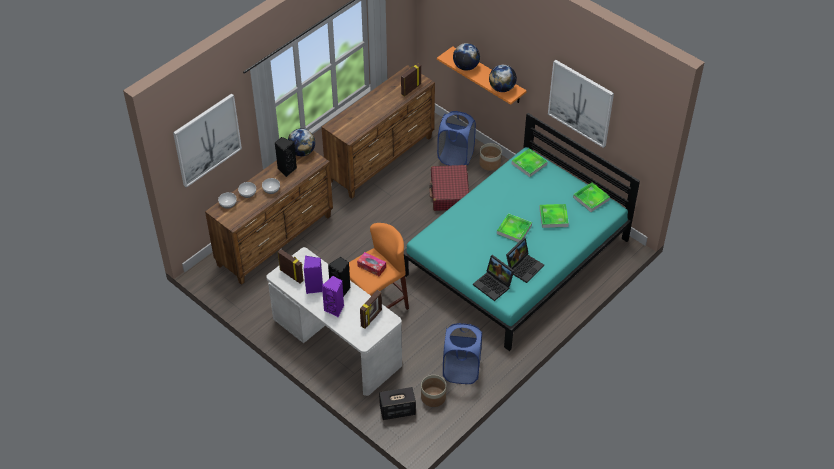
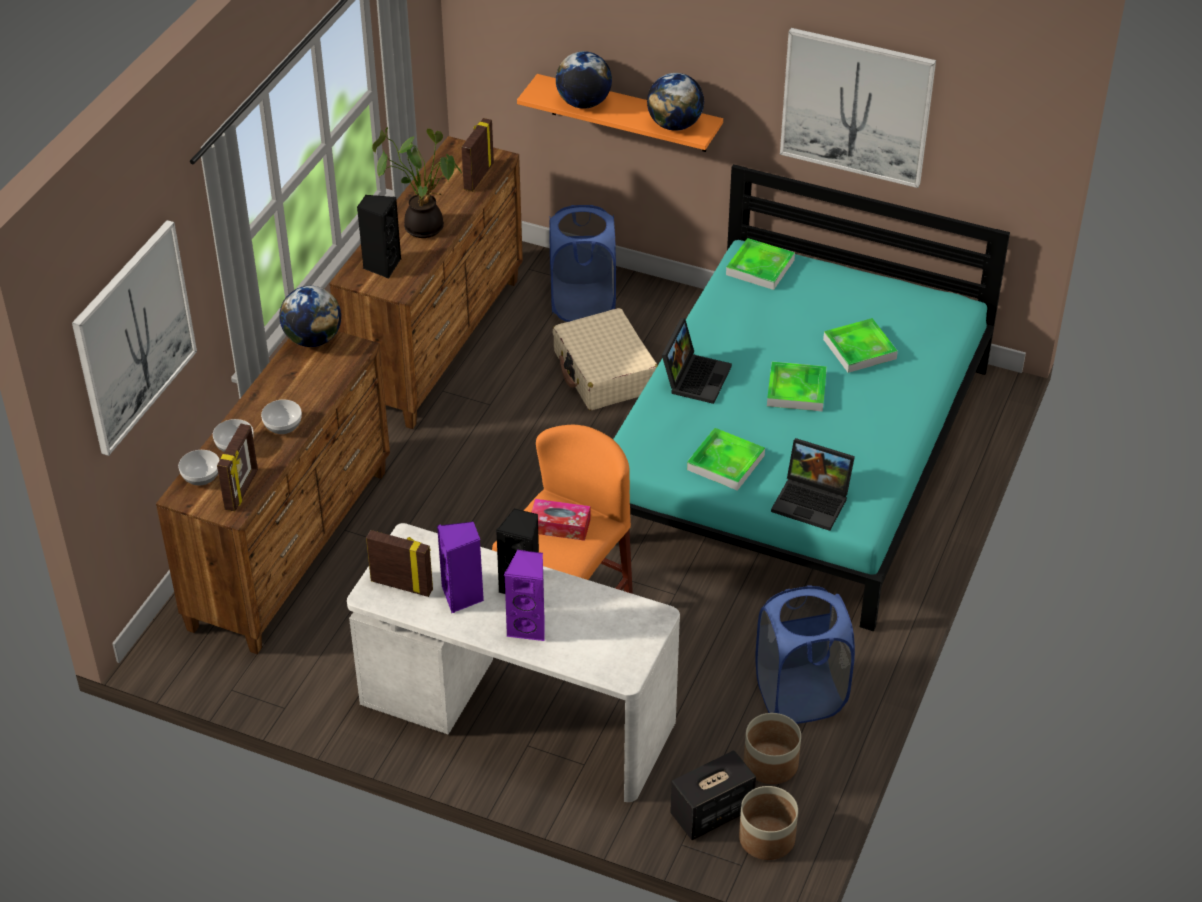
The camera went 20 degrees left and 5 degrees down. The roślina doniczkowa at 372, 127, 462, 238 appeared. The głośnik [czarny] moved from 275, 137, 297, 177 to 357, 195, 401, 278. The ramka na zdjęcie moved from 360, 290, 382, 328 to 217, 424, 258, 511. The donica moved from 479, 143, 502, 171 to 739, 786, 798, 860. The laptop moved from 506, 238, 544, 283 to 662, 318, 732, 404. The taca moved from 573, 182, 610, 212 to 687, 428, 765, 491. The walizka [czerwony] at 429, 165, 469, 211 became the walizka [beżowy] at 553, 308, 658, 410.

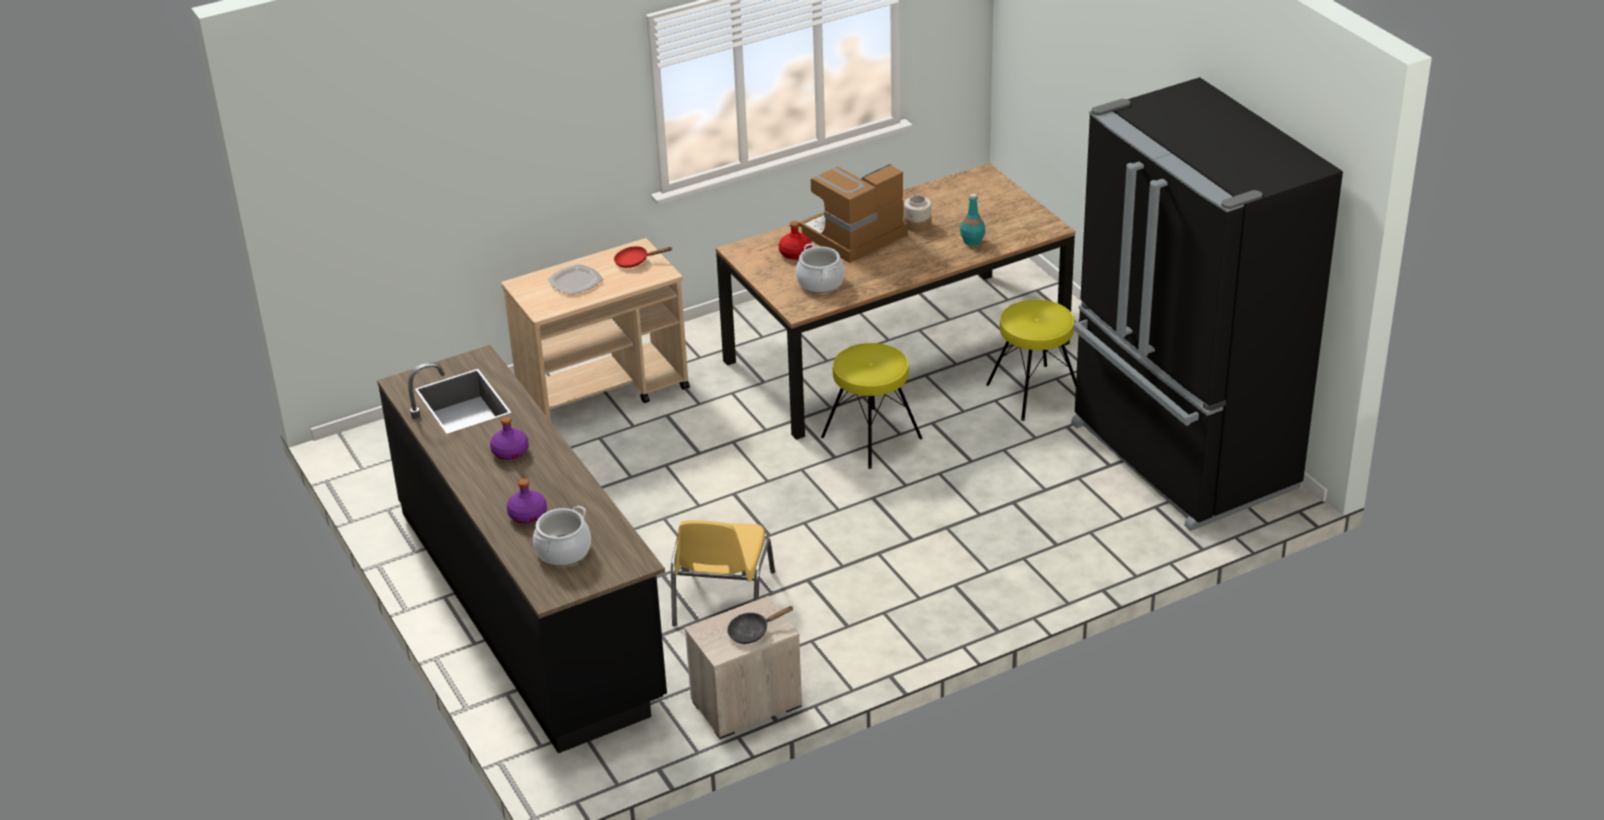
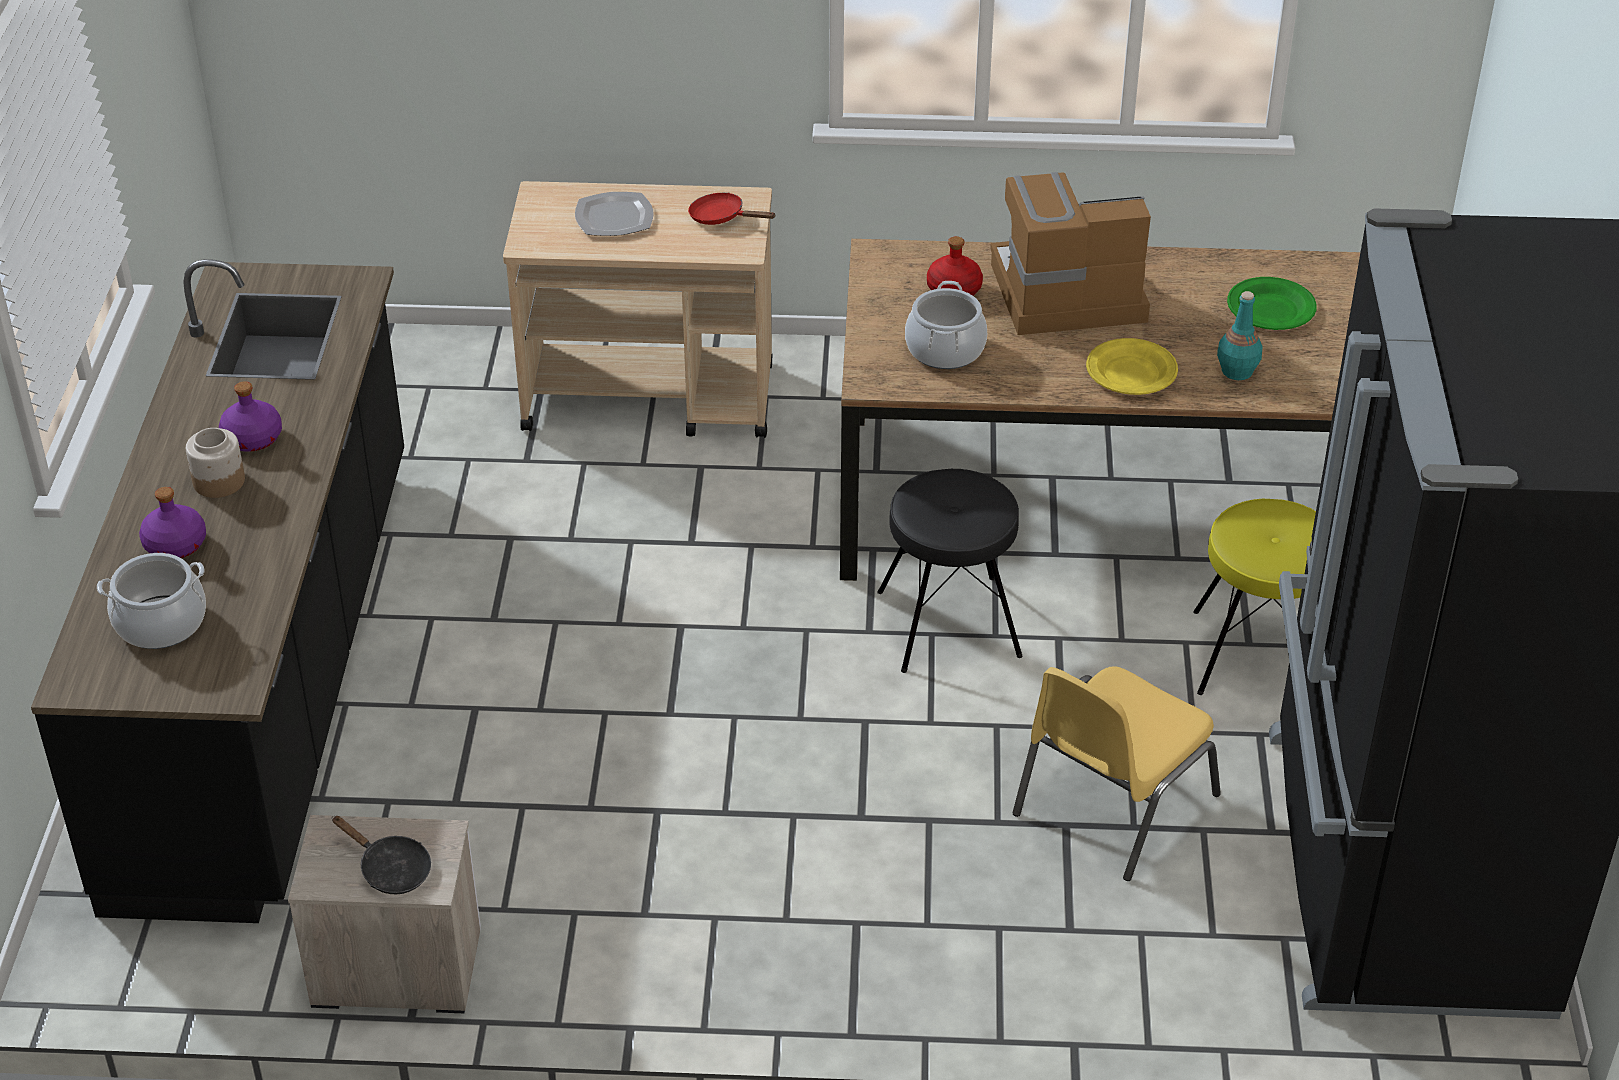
The camera went 30 degrees right and 5 degrees up. The talerz [żółty] at 1086, 338, 1178, 395 appeared. The talerz [zielony] at 1227, 277, 1317, 330 appeared. The krzesło [żółty] moved from 671, 520, 775, 626 to 1013, 666, 1221, 881. The słoik moved from 904, 195, 931, 232 to 186, 428, 245, 498. The stołek [żółty] at 821, 343, 923, 469 became the stołek [czarny] at 877, 469, 1023, 673. The patelnia [czarny] at 727, 606, 794, 644 turned 150 degrees counterclockwise.

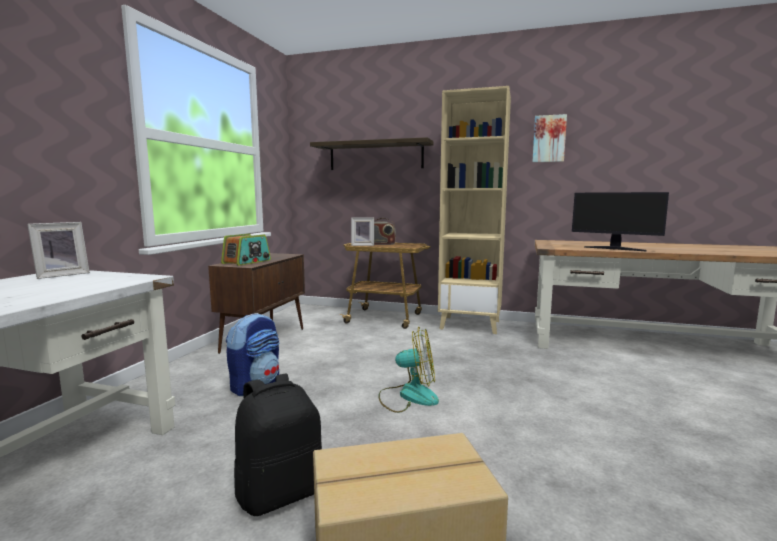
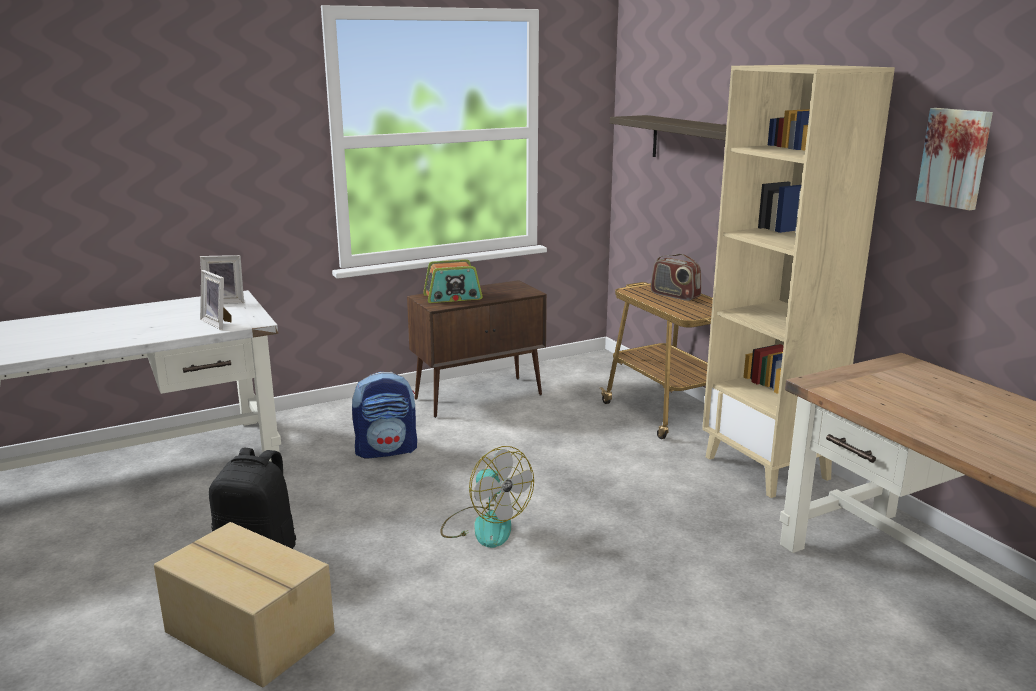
The camera went 45 degrees right and 10 degrees up. The monitor at 572, 192, 669, 251 disappeared. The ramka na zdjęcie moved from 351, 217, 374, 246 to 200, 270, 231, 329.

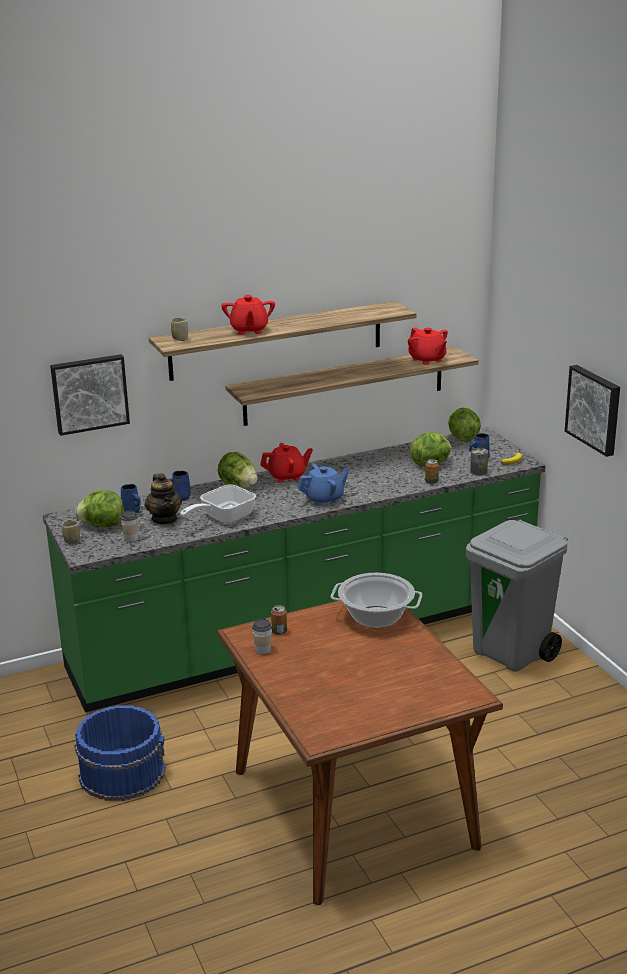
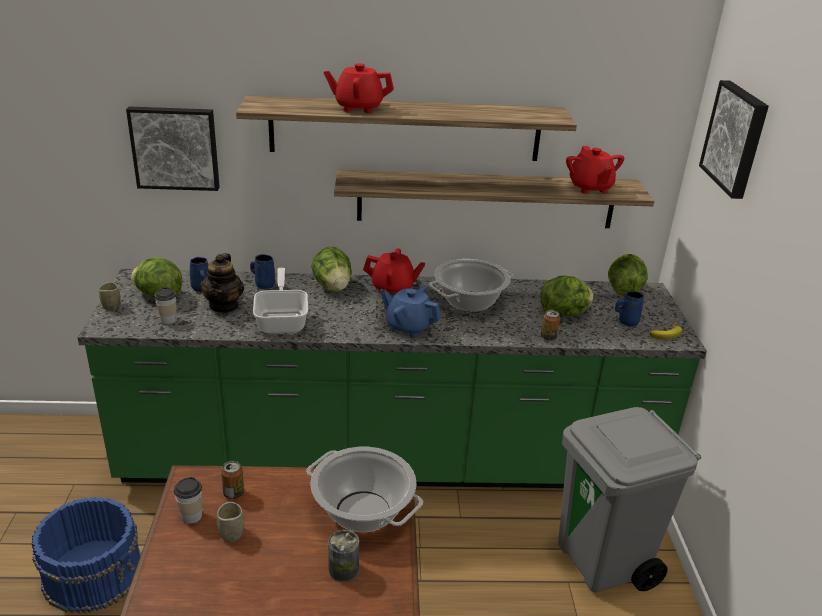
The camera went 20 degrees right and 5 degrees up. The garnek at 429, 259, 513, 312 appeared. The filiżanka moved from 171, 318, 188, 341 to 217, 502, 244, 542. The puszka moved from 470, 448, 488, 476 to 328, 530, 359, 582. The obraz moved from 565, 365, 620, 457 to 699, 80, 769, 199. The patelnia at 181, 485, 256, 523 turned 105 degrees clockwise. The imbryk [czerwony] at 221, 295, 275, 335 turned 75 degrees clockwise. The imbryk [niebieski] at 298, 464, 350, 506 turned 150 degrees counterclockwise.

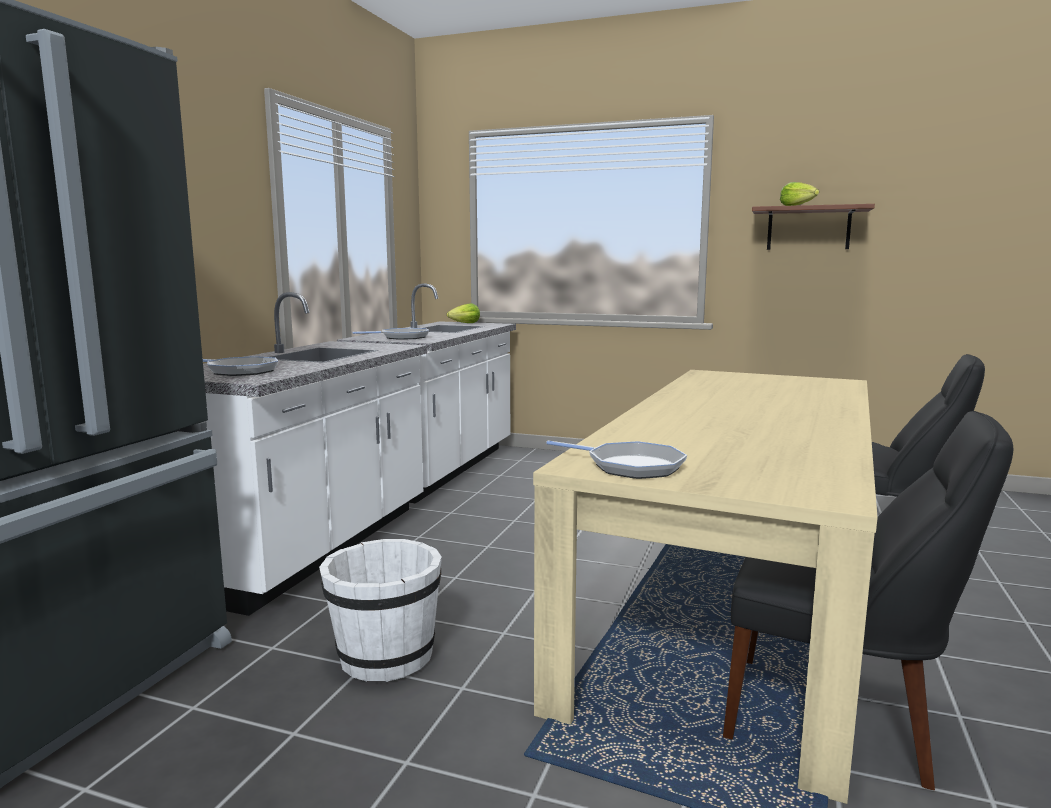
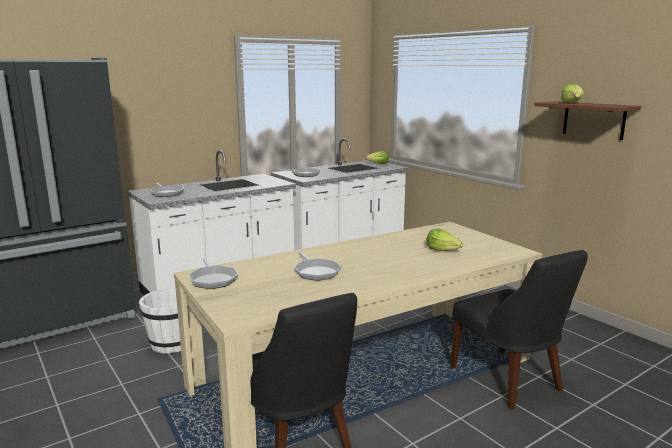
The camera went 35 degrees right and 5 degrees up. The patelnia at 294, 252, 342, 281 appeared. The sałata at 426, 229, 463, 251 appeared.

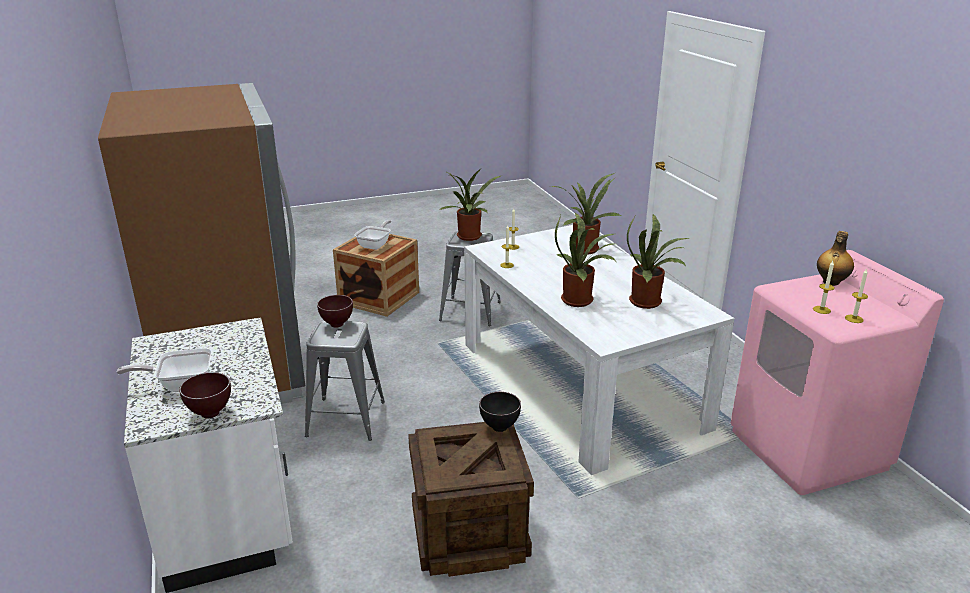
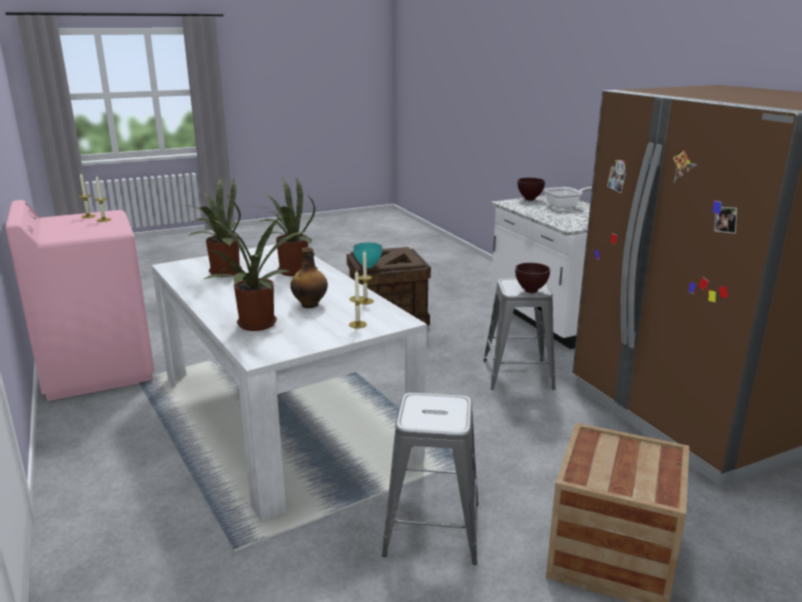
The camera went 175 degrees right and 5 degrees down. The patelnia at 354, 220, 391, 250 disappeared. The roślina doniczkowa at 438, 169, 501, 241 disappeared. The butelka moved from 817, 231, 854, 286 to 290, 247, 328, 308. The miska [czarny] at 479, 392, 521, 432 became the miska [turkusowy] at 353, 243, 382, 268.

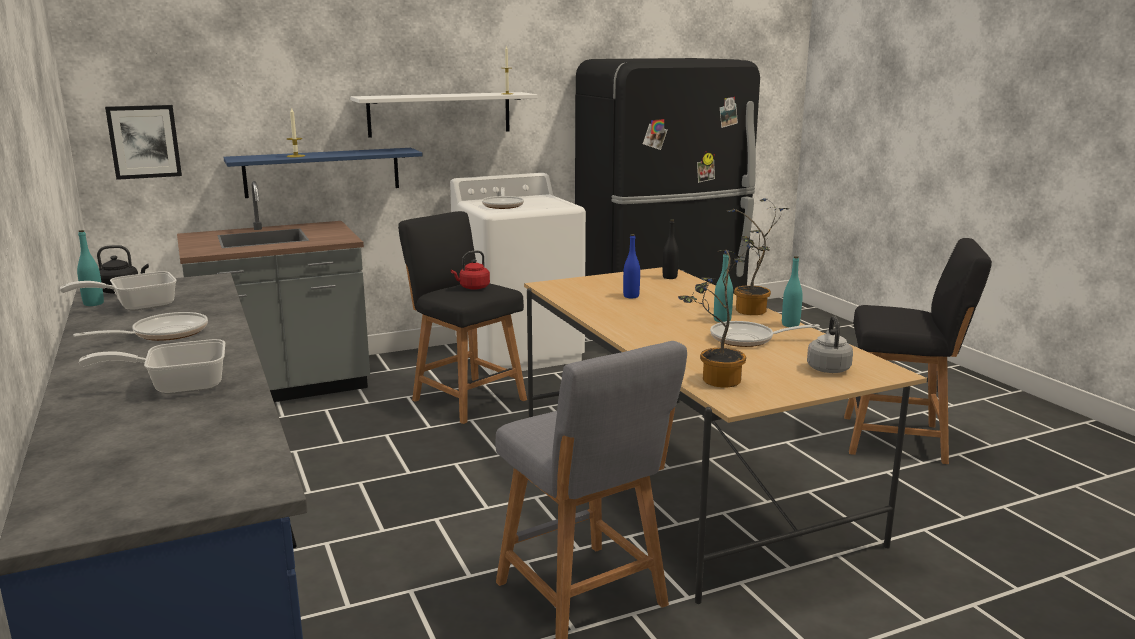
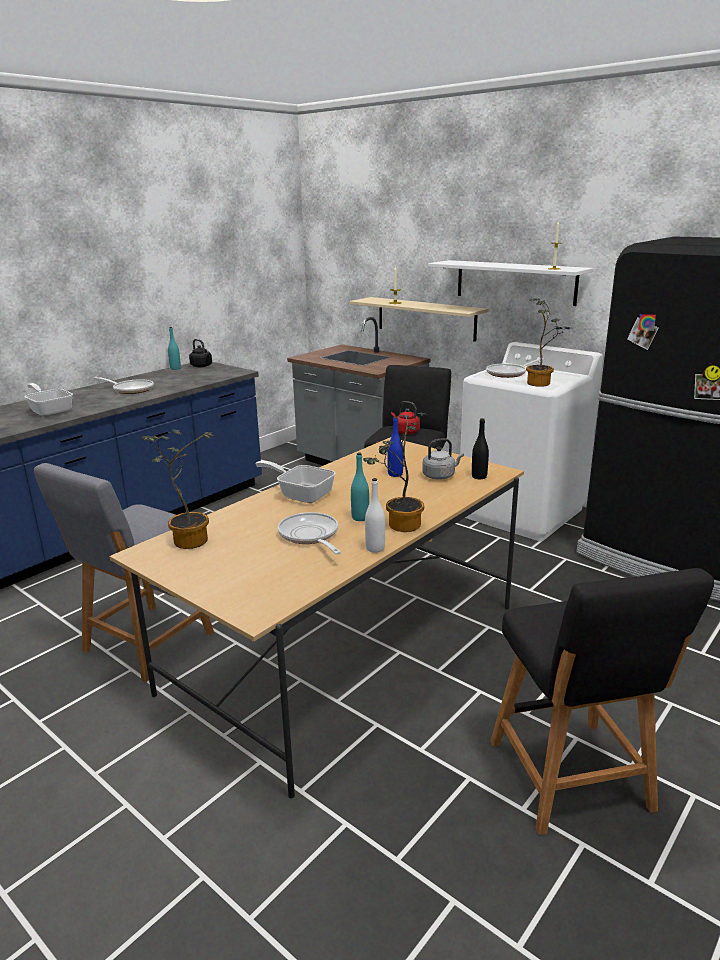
The camera went 65 degrees right and 5 degrees up. The obraz at 105, 105, 182, 180 disappeared. The roślina doniczkowa at 526, 298, 571, 387 appeared. The patelnia moved from 60, 271, 177, 311 to 255, 461, 335, 503. The czajnik [szary] moved from 807, 316, 853, 373 to 422, 438, 464, 480. The półka [niebieski] at 223, 148, 423, 198 became the półka [beżowy] at 350, 297, 489, 341. The butelka [turkusowy] at 782, 256, 803, 327 became the butelka [biały] at 365, 478, 385, 553.

